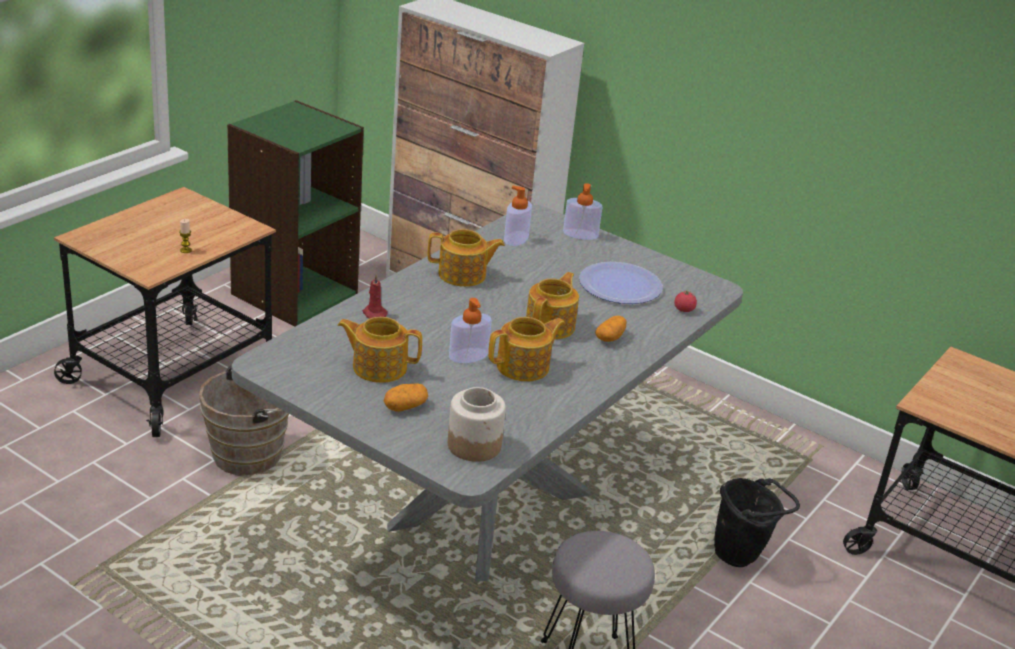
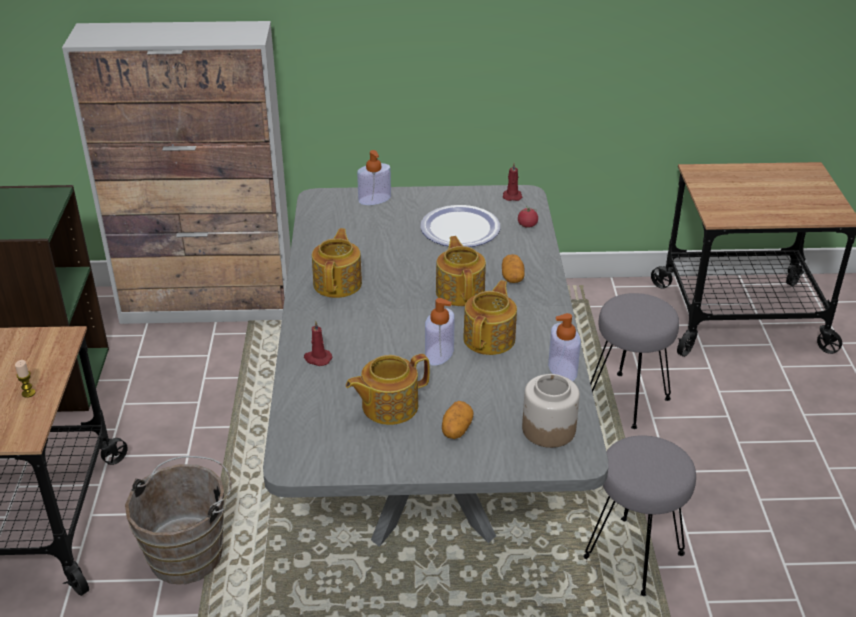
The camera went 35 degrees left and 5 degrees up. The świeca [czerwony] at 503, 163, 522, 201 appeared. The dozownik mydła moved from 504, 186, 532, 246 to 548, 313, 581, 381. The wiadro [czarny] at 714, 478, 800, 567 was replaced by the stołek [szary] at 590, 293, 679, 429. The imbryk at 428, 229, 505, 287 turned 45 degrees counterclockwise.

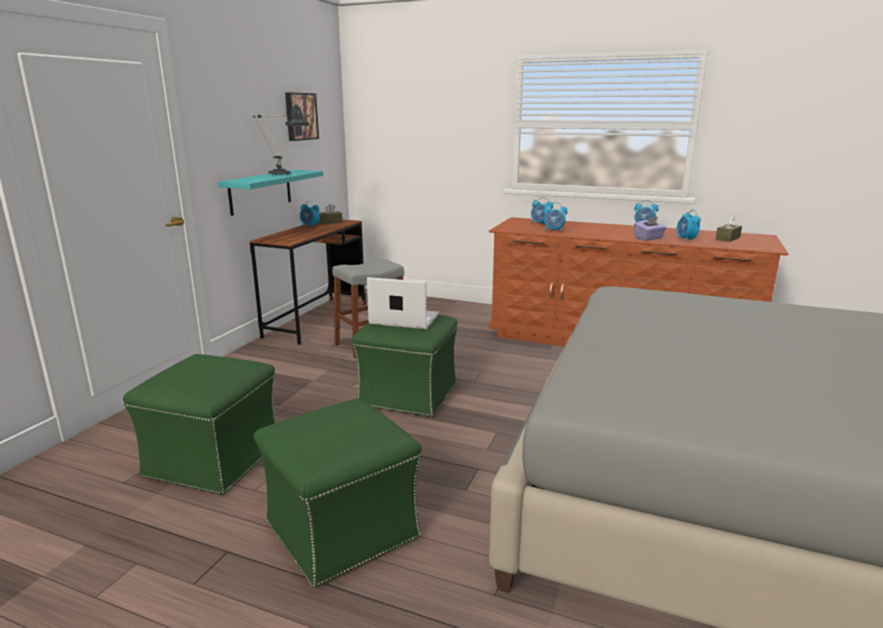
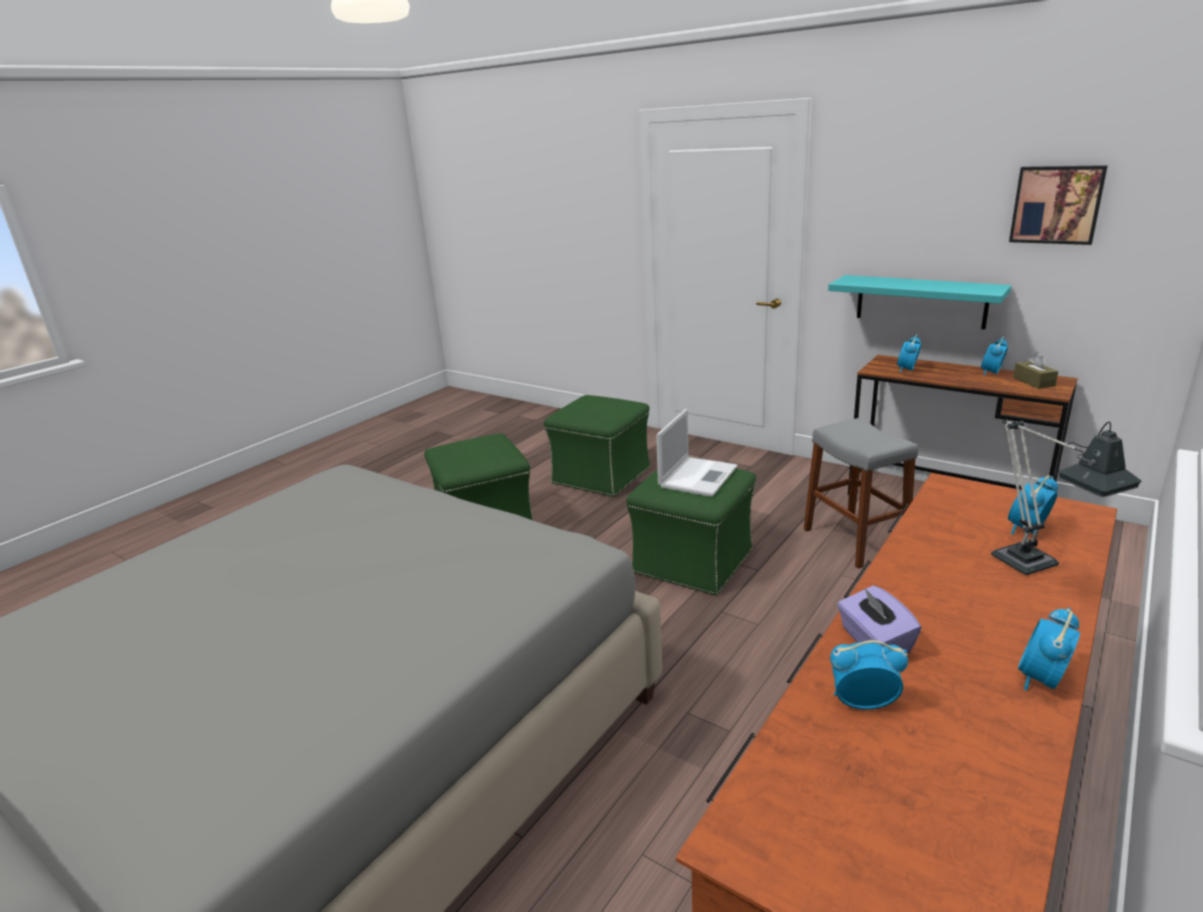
The camera went 105 degrees right and 5 degrees up. The pudełko chusteczek [brązowy] at 716, 216, 742, 242 disappeared. The lampa stołowa moved from 253, 101, 309, 176 to 991, 419, 1142, 575. The budzik moved from 544, 202, 568, 232 to 897, 334, 921, 373.

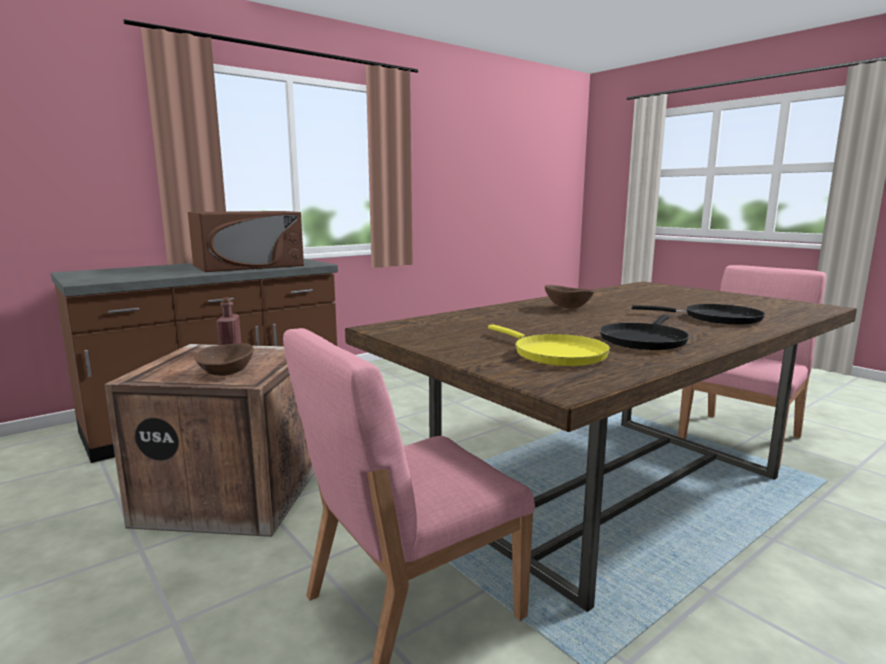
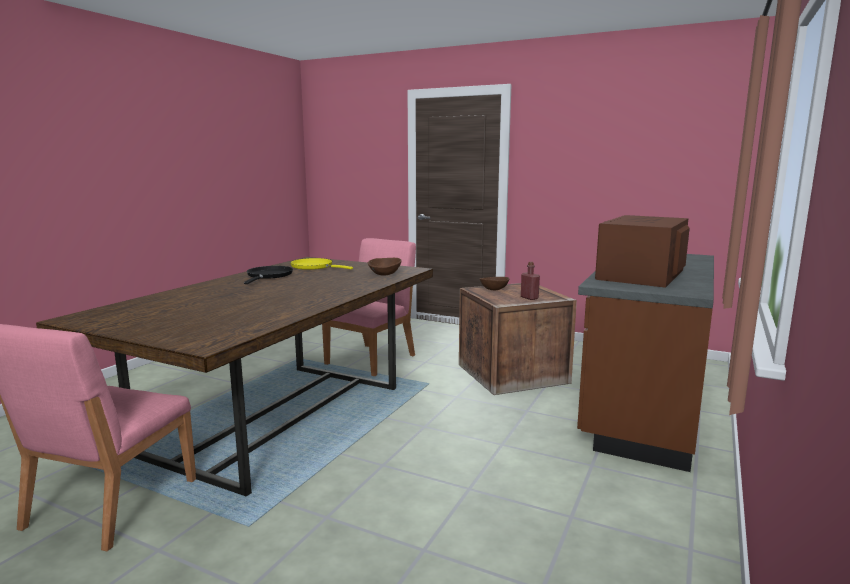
The camera went 155 degrees right and 0 degrees up. The patelnia [czarny] at 632, 304, 765, 325 disappeared. The miska [brązowy] moved from 545, 285, 595, 308 to 368, 258, 402, 276.

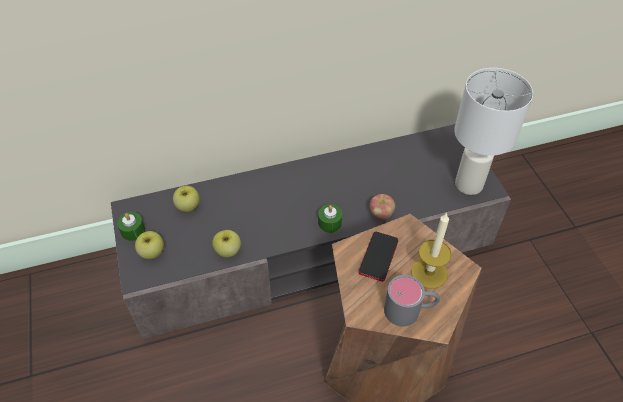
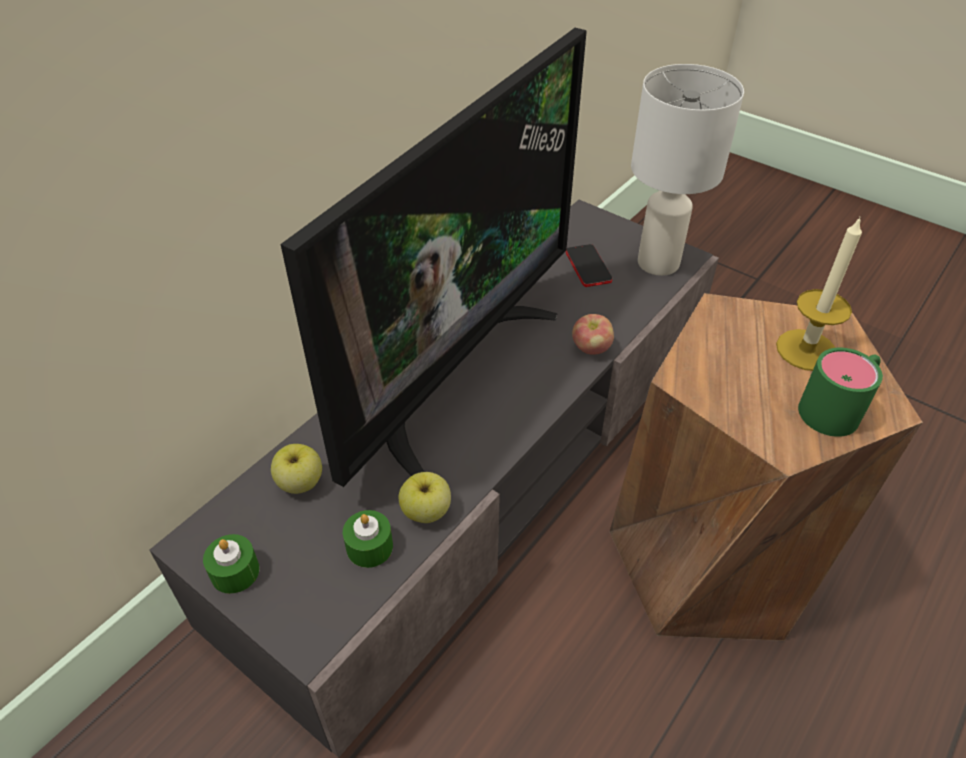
The camera went 35 degrees left and 5 degrees down. The jabłko at 135, 231, 164, 259 disappeared. The telewizor at 280, 28, 587, 487 appeared. The świeca [zielony] moved from 318, 204, 342, 233 to 343, 510, 393, 568. The telefon moved from 359, 231, 398, 282 to 566, 244, 612, 287. The kubek [szary] at 384, 275, 440, 327 became the kubek [zielony] at 798, 347, 883, 437.

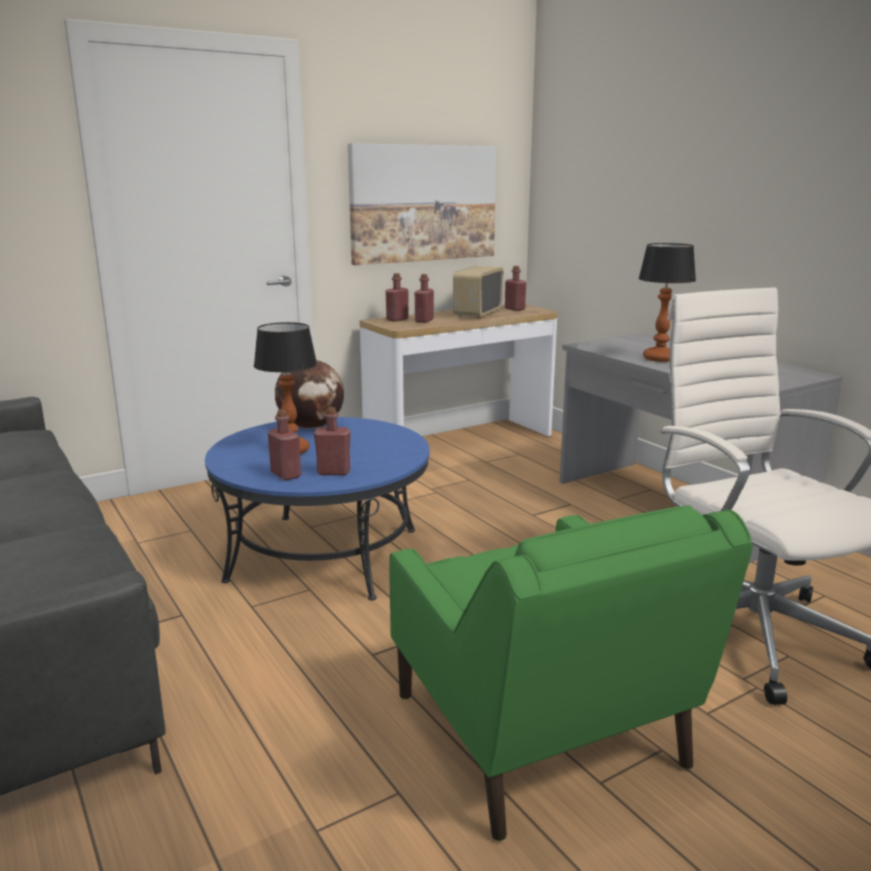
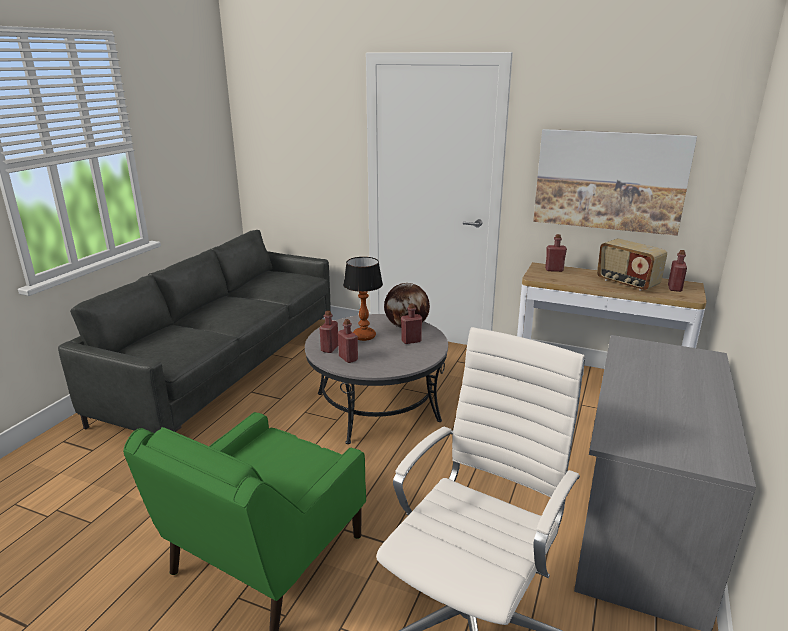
The camera went 55 degrees right and 5 degrees up. The lampa stołowa at 638, 243, 696, 362 disappeared. The butelka [czerwony] moved from 415, 274, 434, 323 to 401, 304, 422, 344. The ława [niebieski] at 205, 417, 430, 600 became the ława [szary] at 305, 314, 448, 444. The radio at 453, 266, 503, 318 turned 120 degrees counterclockwise.

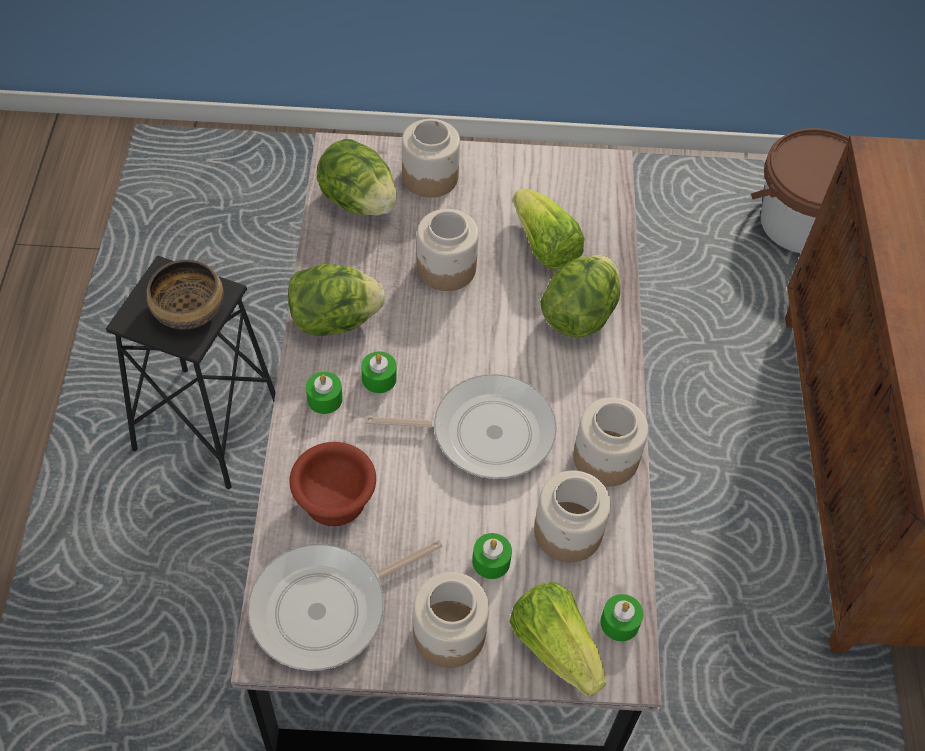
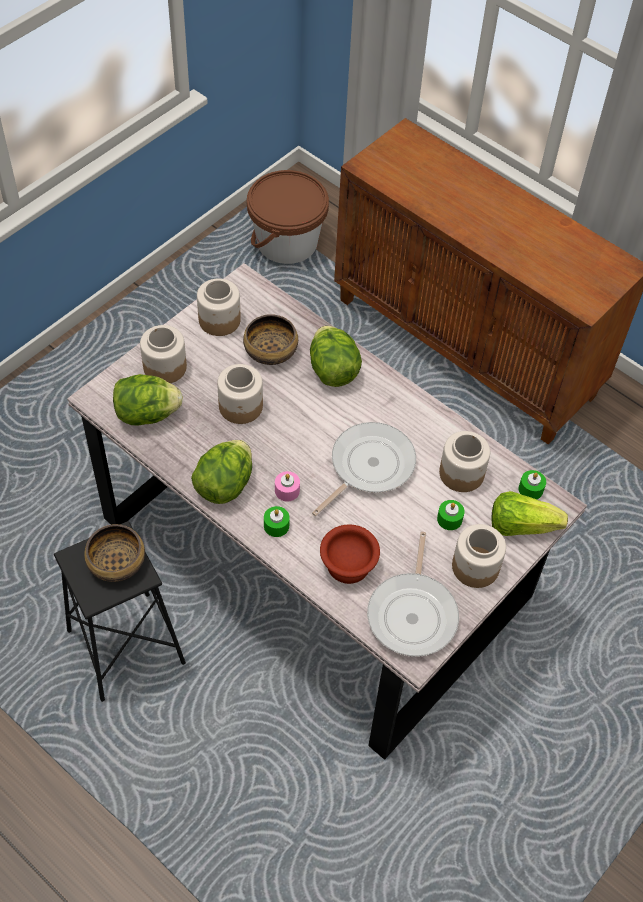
The camera went 50 degrees left and 0 degrees up. The słoik moved from 573, 397, 649, 487 to 197, 278, 241, 336. The sałata at 513, 188, 585, 270 was replaced by the miska at 243, 314, 298, 365. The świeca [zielony] at 361, 352, 397, 393 became the świeca [różowy] at 275, 471, 300, 501.

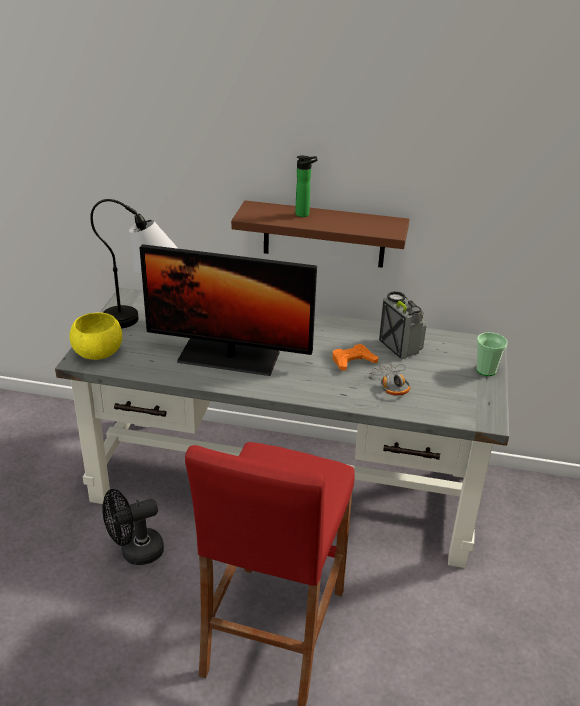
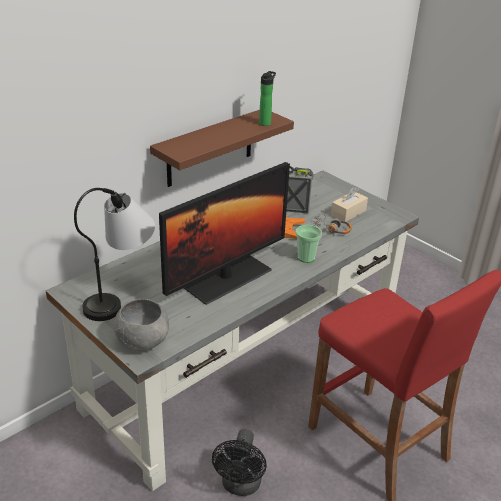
The camera went 55 degrees left and 0 degrees up. The pudełko chusteczek [beżowy] at 331, 187, 368, 222 appeared. The butelka moved from 295, 155, 318, 217 to 259, 71, 276, 126. The filiżanka moved from 476, 332, 508, 376 to 296, 225, 322, 263. The miska [żółty] at 69, 312, 122, 360 became the miska [szary] at 114, 299, 169, 351.

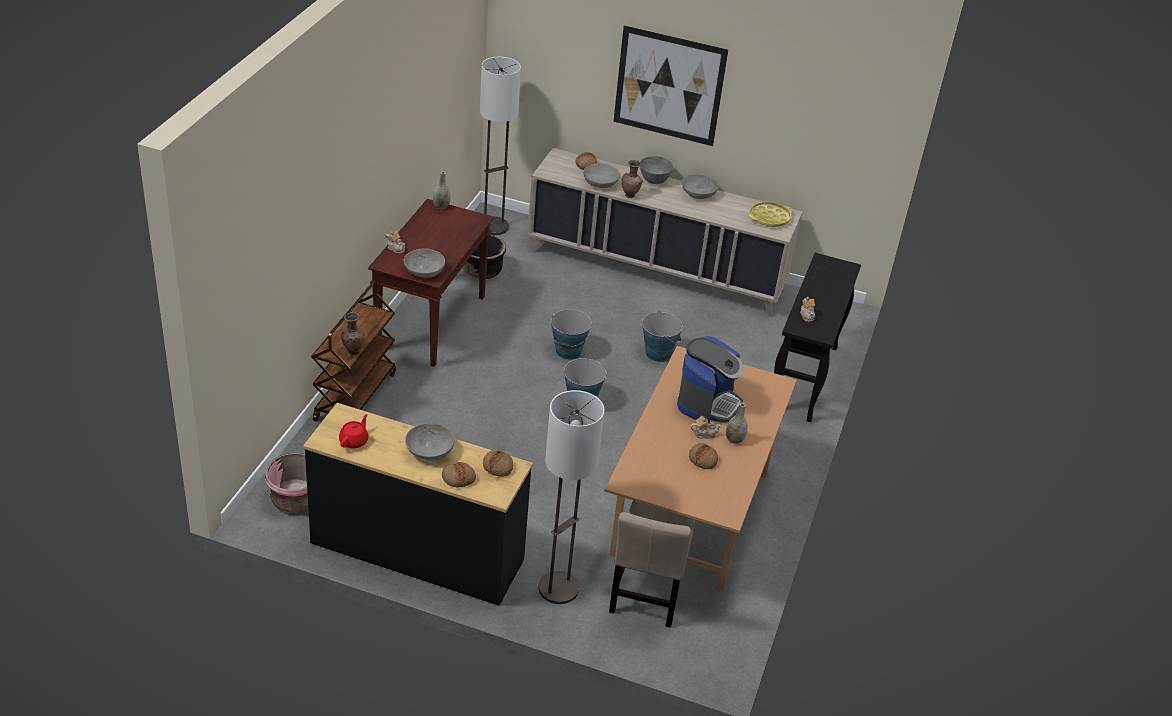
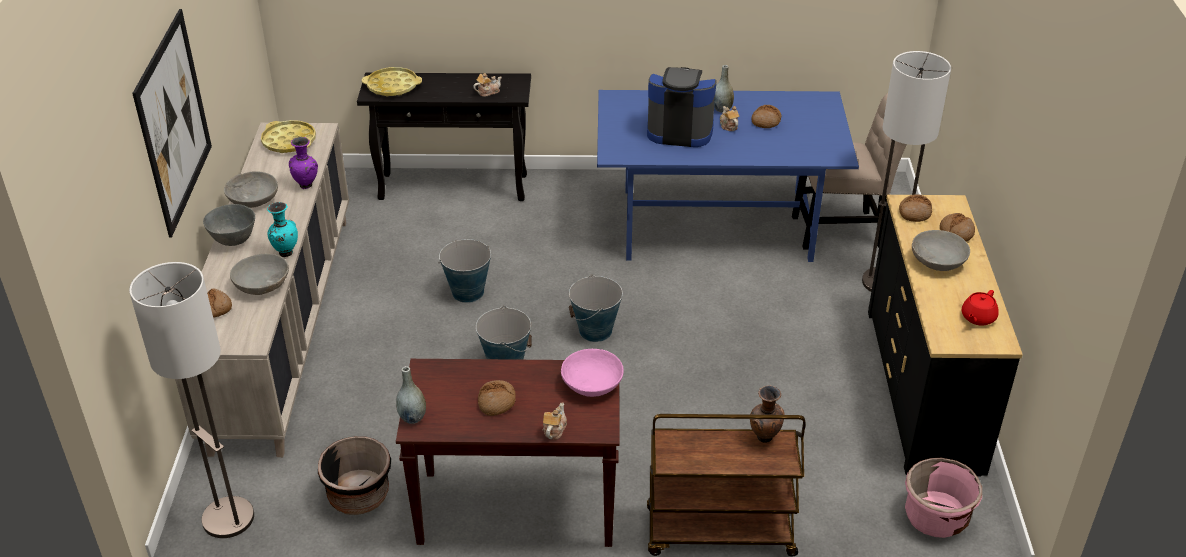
The camera went 105 degrees left and 0 degrees up. The wazon [fioletowy] at 289, 137, 318, 189 appeared. The taca [żółty] at 362, 67, 422, 97 appeared. The chleb at 478, 380, 516, 416 appeared. The miska [szary] at 404, 248, 445, 278 became the miska [różowy] at 561, 349, 624, 397. The stół jadalny [brązowy] at 604, 346, 797, 591 became the stół jadalny [niebieski] at 597, 90, 859, 262. The wazon [brązowy] at 622, 160, 643, 198 became the wazon [turkusowy] at 267, 202, 298, 257. The imbryk [czerwony] at 339, 414, 368, 449 turned 60 degrees counterclockwise.

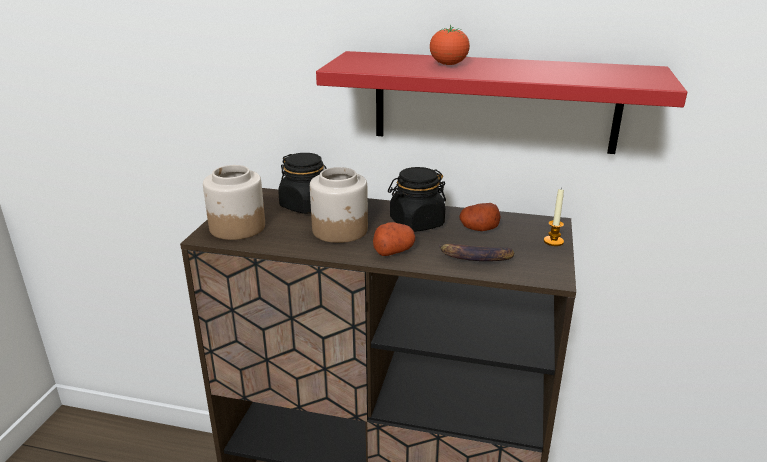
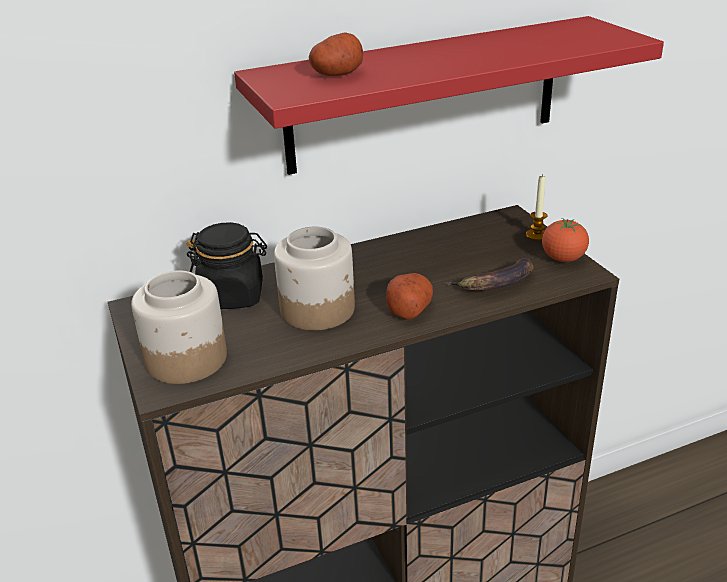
The camera went 35 degrees left and 5 degrees up. The słoik [czarny] at 388, 167, 446, 232 disappeared. The pomidor moved from 430, 25, 470, 65 to 542, 218, 589, 262. The ziemniak moved from 460, 203, 501, 231 to 309, 32, 363, 76.

